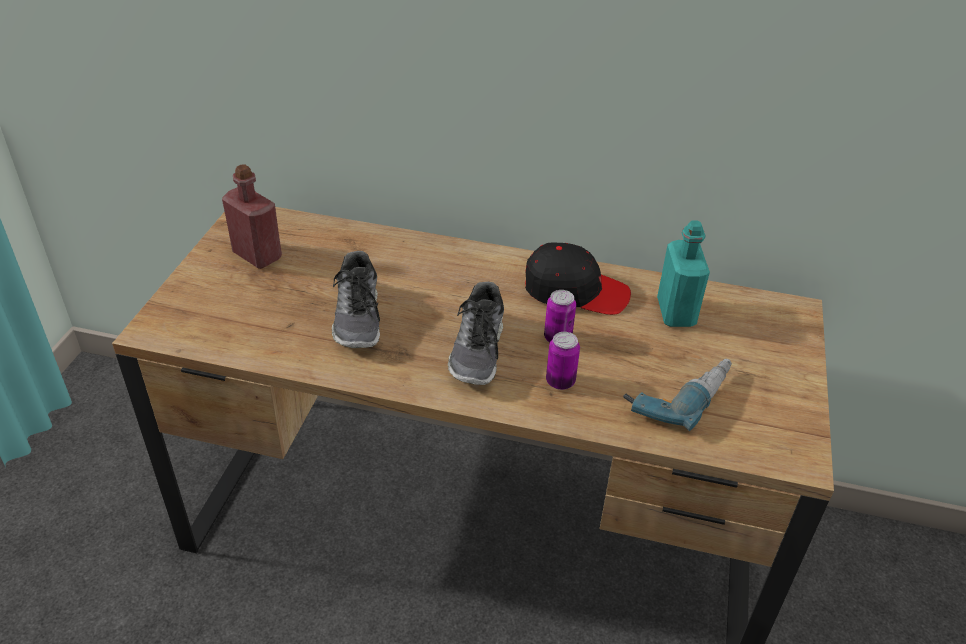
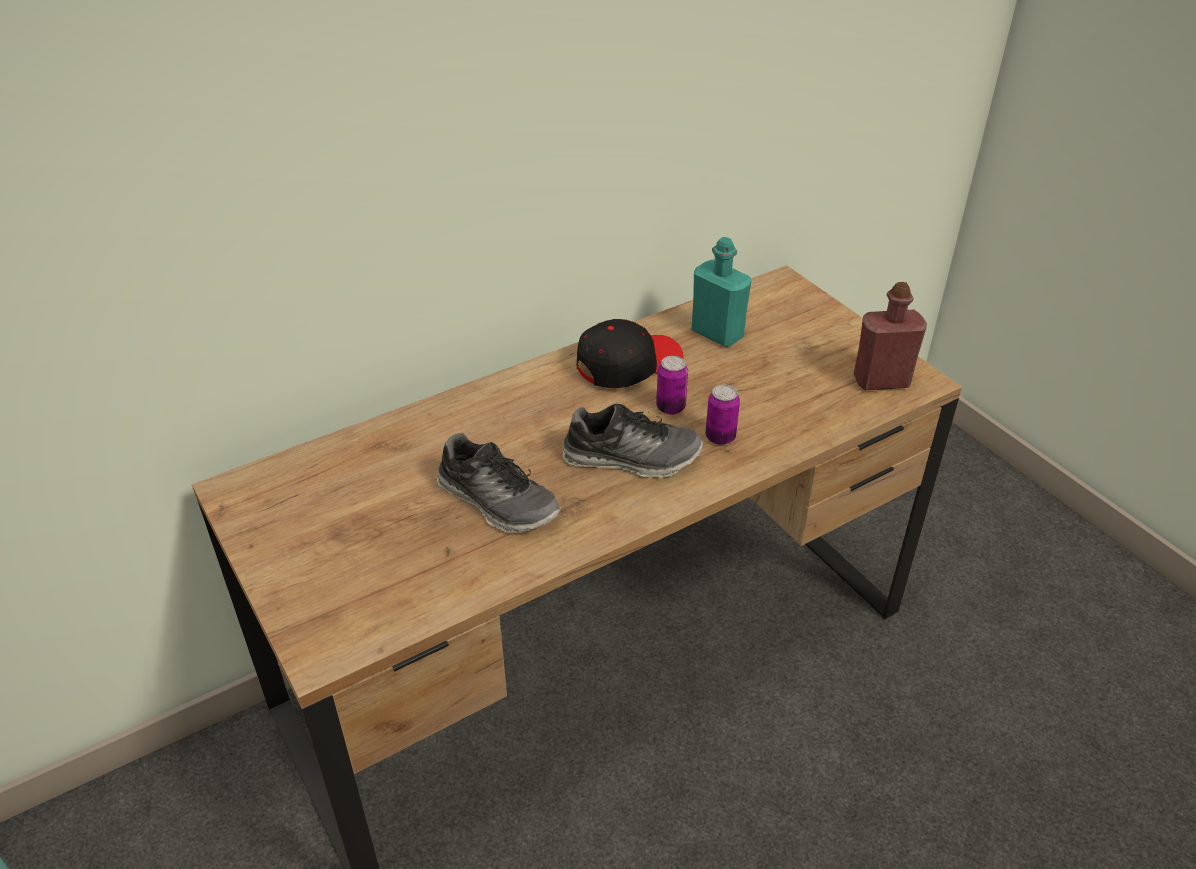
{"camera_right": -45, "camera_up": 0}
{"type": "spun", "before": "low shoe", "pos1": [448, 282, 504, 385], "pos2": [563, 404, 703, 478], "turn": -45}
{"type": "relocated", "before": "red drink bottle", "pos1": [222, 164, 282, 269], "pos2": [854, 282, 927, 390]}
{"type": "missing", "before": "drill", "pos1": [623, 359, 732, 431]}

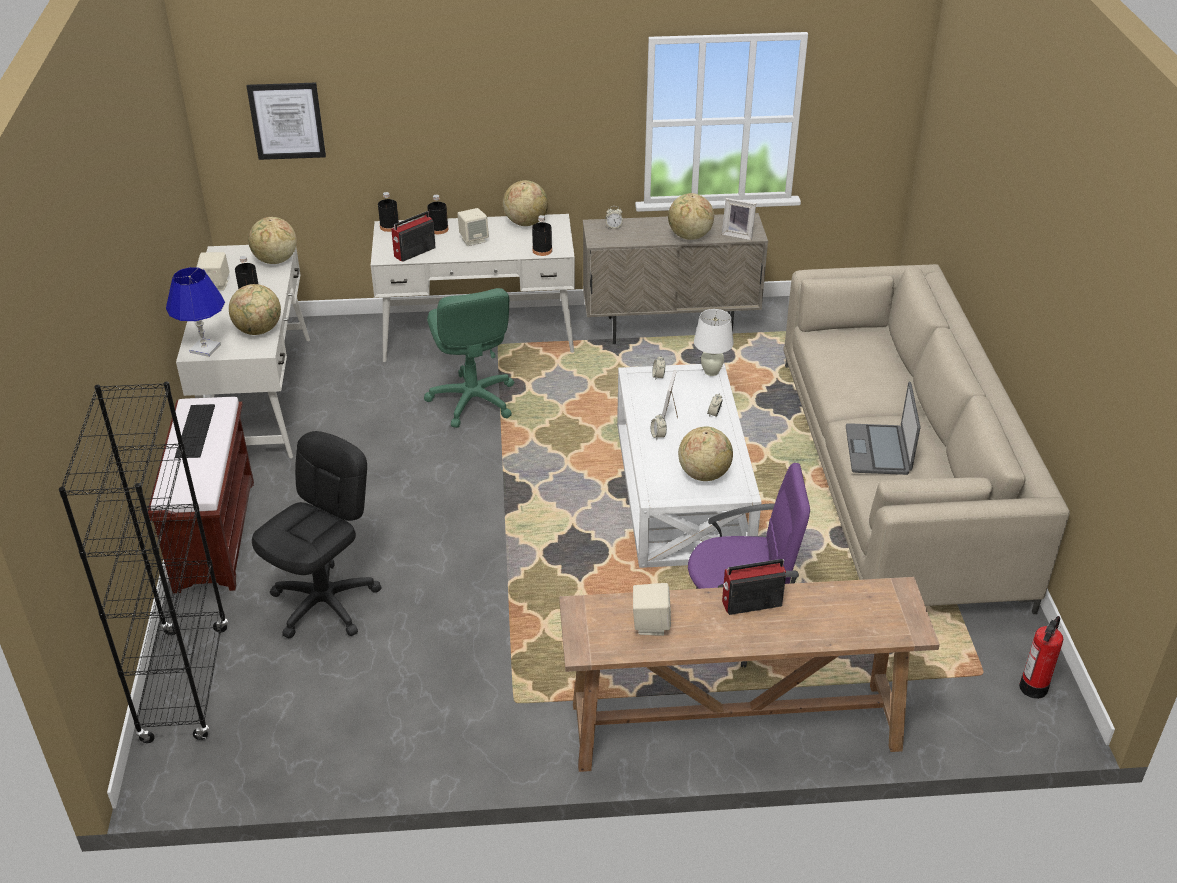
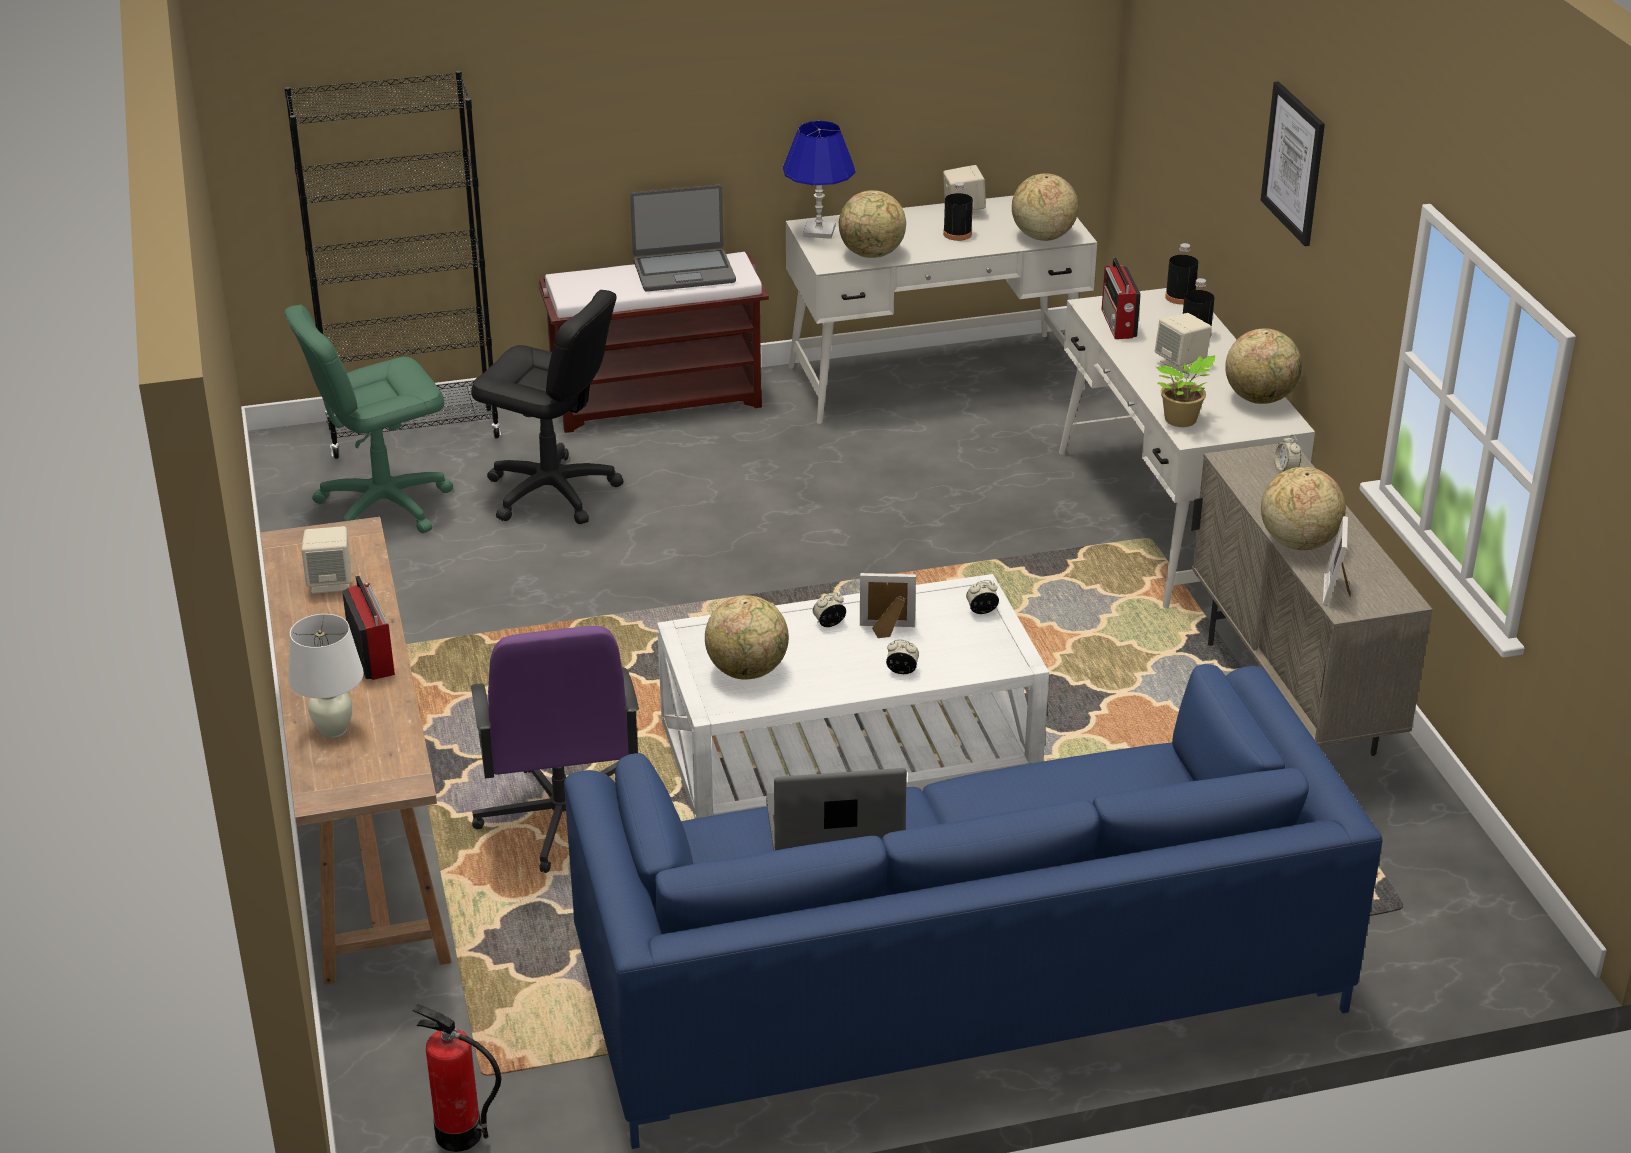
{"camera_right": 80, "camera_up": -5}
{"type": "relocated", "before": "green-coloured desk chair", "pos1": [424, 288, 514, 428], "pos2": [284, 305, 453, 533]}
{"type": "relocated", "before": "white tabletop lamp", "pos1": [694, 309, 734, 376], "pos2": [288, 614, 364, 738]}
{"type": "colour", "before": "beige-coloured couch", "after": "blue couch", "pos1": [783, 264, 1070, 614], "pos2": [564, 664, 1383, 1149]}
{"type": "exchanged", "before": "computer keyboard", "after": "portable computer", "pos1": [175, 404, 215, 458], "pos2": [630, 185, 736, 292]}
{"type": "spun", "before": "radio", "pos1": [391, 211, 436, 262], "pos2": [1101, 257, 1141, 339], "turn": -135}
{"type": "exchanged", "before": "black-coloured drink bottle", "after": "plant in a pot", "pos1": [532, 215, 552, 256], "pos2": [1156, 355, 1215, 427]}
{"type": "relocated", "before": "picture", "pos1": [246, 83, 326, 160], "pos2": [1261, 81, 1325, 246]}

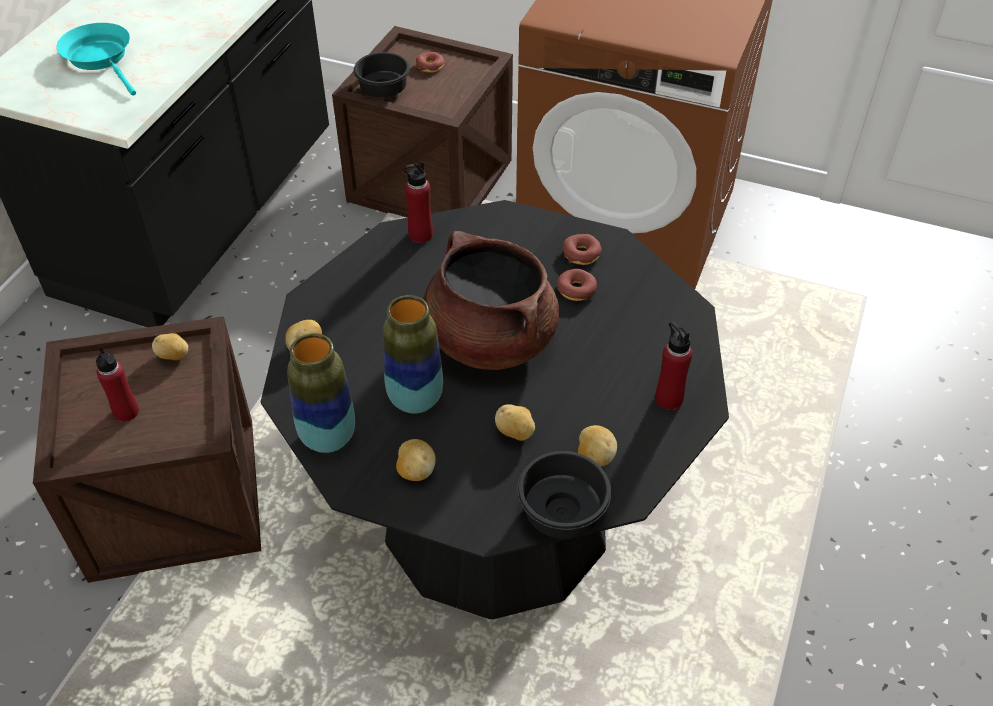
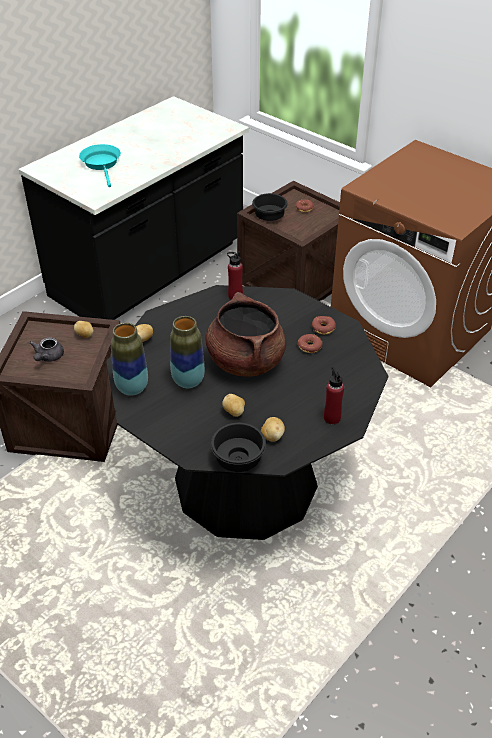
{"camera_right": 20, "camera_up": -5}
{"type": "exchanged", "before": "red drink bottle", "after": "gray teapot", "pos1": [96, 346, 139, 422], "pos2": [30, 337, 64, 362]}
{"type": "missing", "before": "whole potato", "pos1": [396, 439, 436, 481]}

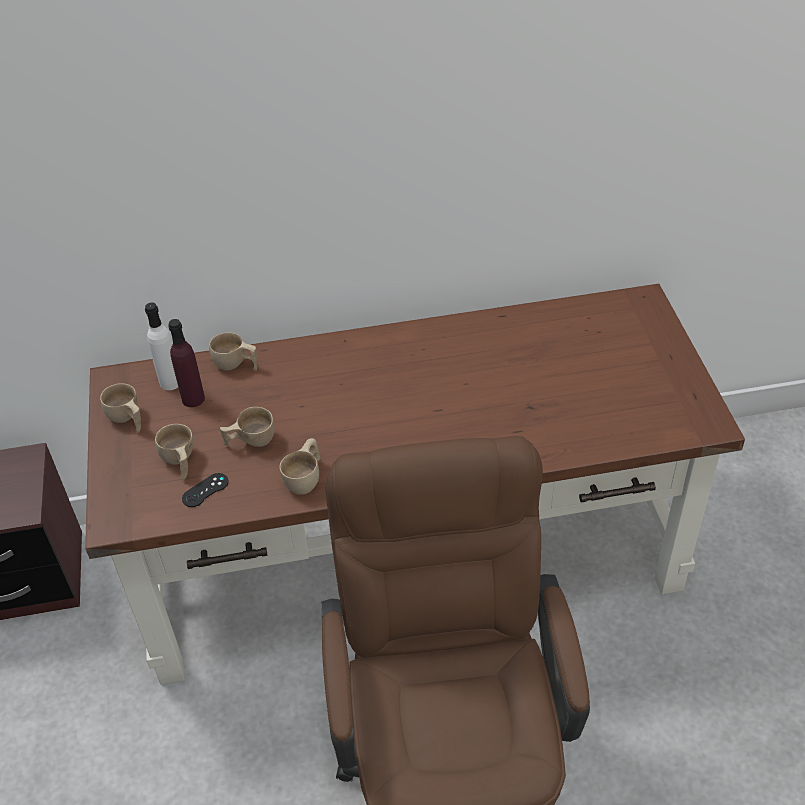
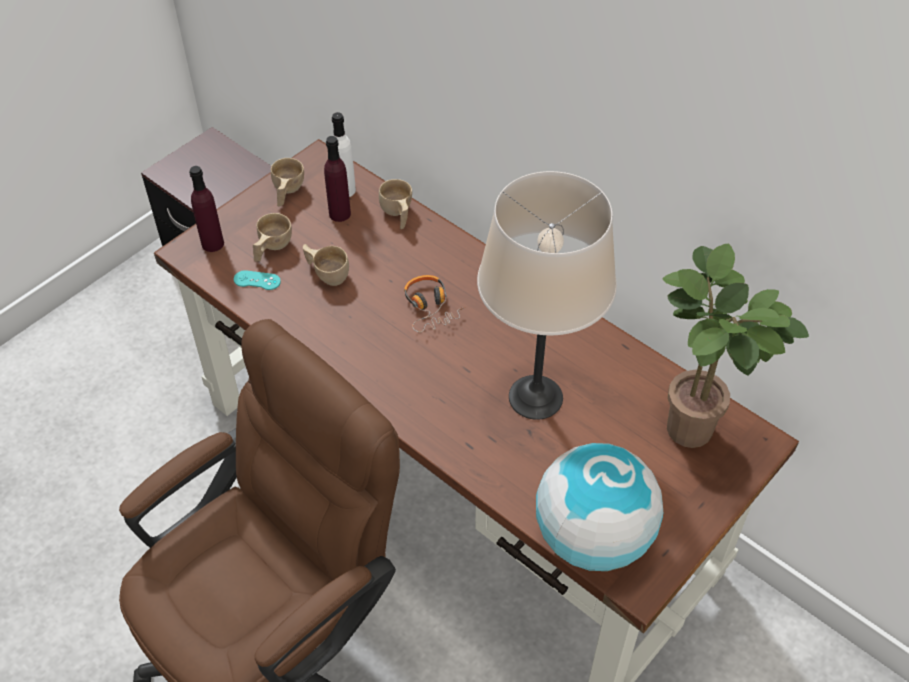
{"camera_right": 50, "camera_up": 5}
{"type": "appeared", "after": "purple drink bottle", "pos2": [189, 166, 224, 252]}
{"type": "colour", "before": "black-coloured game controller", "after": "turquoise-coloured game controller", "pos1": [182, 473, 229, 507], "pos2": [234, 270, 281, 290]}
{"type": "appeared", "after": "headphones", "pos2": [404, 275, 466, 332]}
{"type": "appeared", "after": "beige-coloured tabletop lamp", "pos2": [477, 171, 617, 420]}
{"type": "appeared", "after": "desk globe", "pos2": [536, 443, 663, 571]}
{"type": "appeared", "after": "plant in a pot", "pos2": [662, 243, 809, 448]}
{"type": "missing", "before": "beige-coloured small cup", "pos1": [280, 438, 321, 495]}

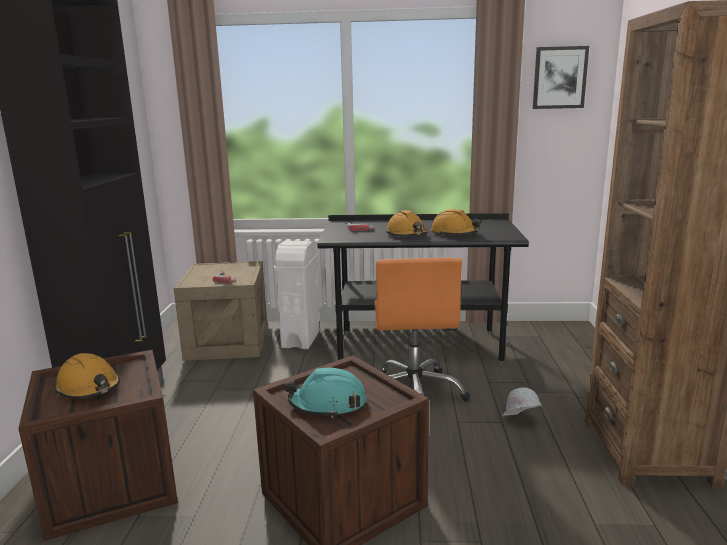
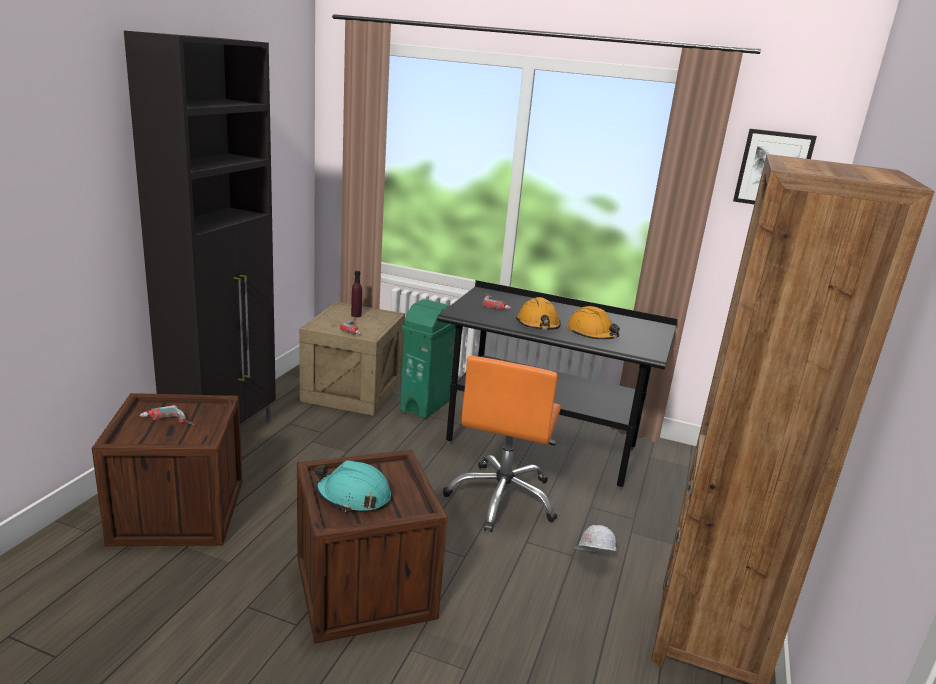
{"camera_right": 15, "camera_up": 5}
{"type": "exchanged", "before": "orange-coloured hard hat", "after": "drill", "pos1": [55, 353, 120, 399], "pos2": [140, 405, 194, 426]}
{"type": "appeared", "after": "purple drink bottle", "pos2": [351, 271, 362, 317]}
{"type": "colour", "before": "white rubbish bin", "after": "green-coloured rubbish bin", "pos1": [273, 241, 320, 349], "pos2": [400, 299, 455, 419]}

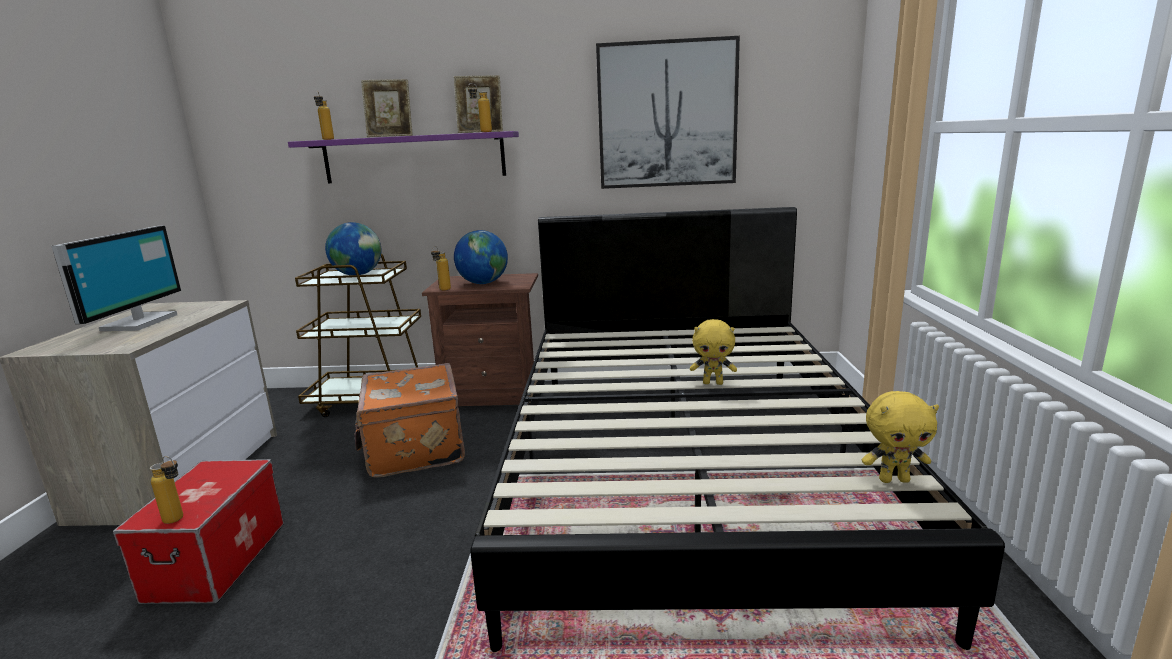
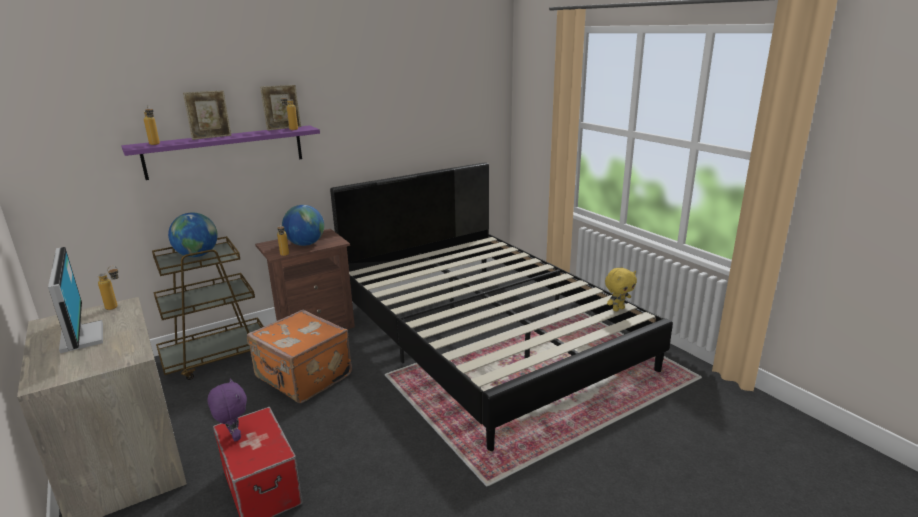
{"camera_right": -35, "camera_up": 5}
{"type": "relocated", "before": "drink bottle", "pos1": [150, 456, 183, 524], "pos2": [97, 266, 119, 310]}
{"type": "appeared", "after": "purple cuddly toy", "pos2": [207, 378, 247, 441]}
{"type": "missing", "before": "picture", "pos1": [596, 36, 740, 189]}
{"type": "missing", "before": "yellow-coloured cuddly toy", "pos1": [690, 319, 737, 385]}

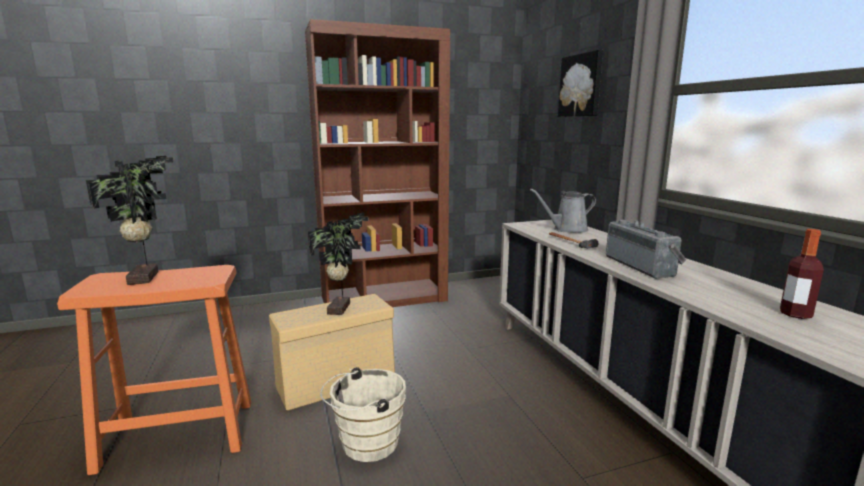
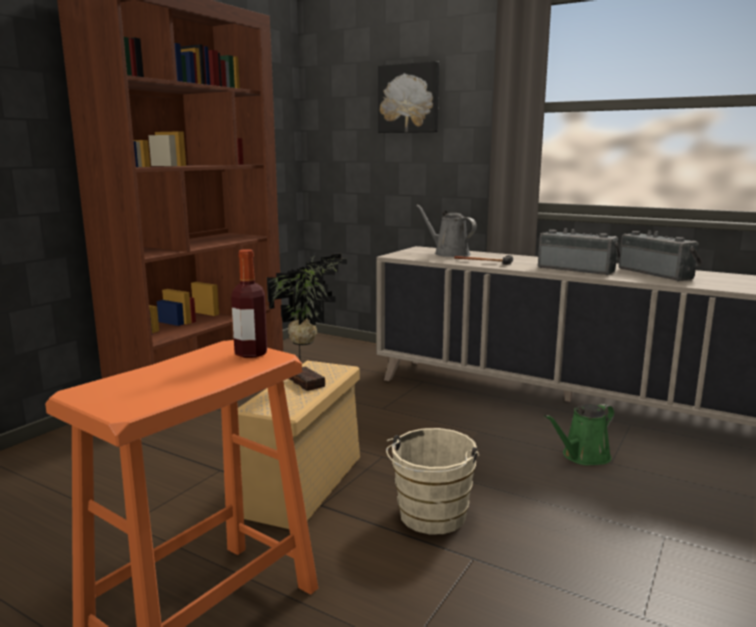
{"camera_right": -40, "camera_up": 0}
{"type": "relocated", "before": "drink bottle", "pos1": [780, 229, 824, 319], "pos2": [231, 249, 267, 358]}
{"type": "spun", "before": "gray watering pot", "pos1": [530, 189, 596, 233], "pos2": [416, 205, 477, 257], "turn": 105}
{"type": "appeared", "after": "green-coloured watering pot", "pos2": [544, 403, 615, 466]}
{"type": "appeared", "after": "radio", "pos2": [619, 231, 703, 281]}
{"type": "missing", "before": "plant in a pot", "pos1": [86, 156, 174, 285]}

